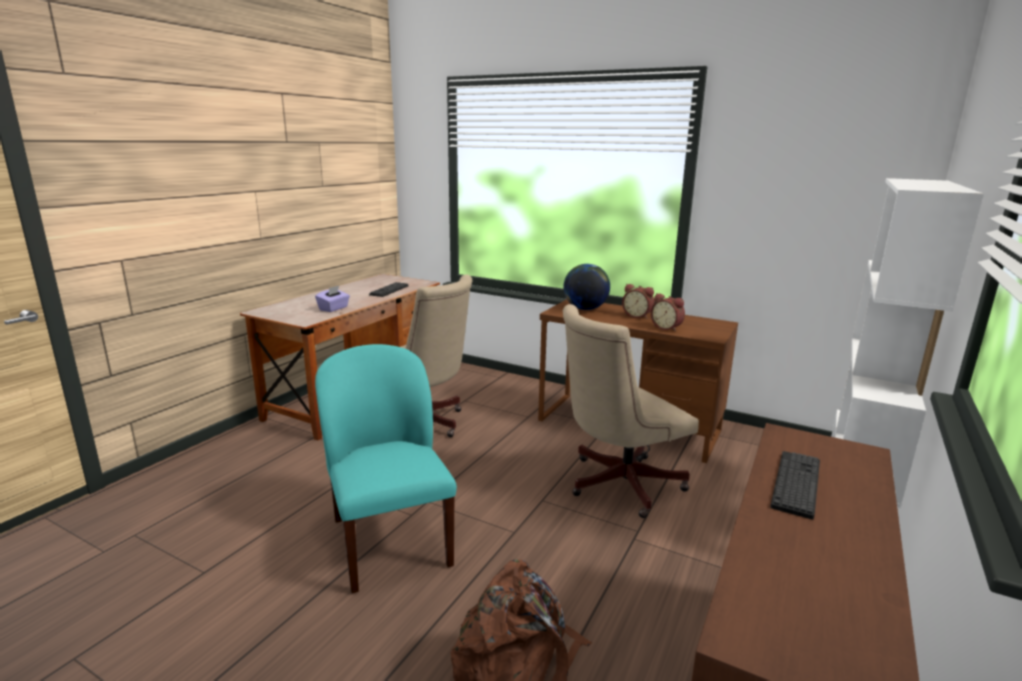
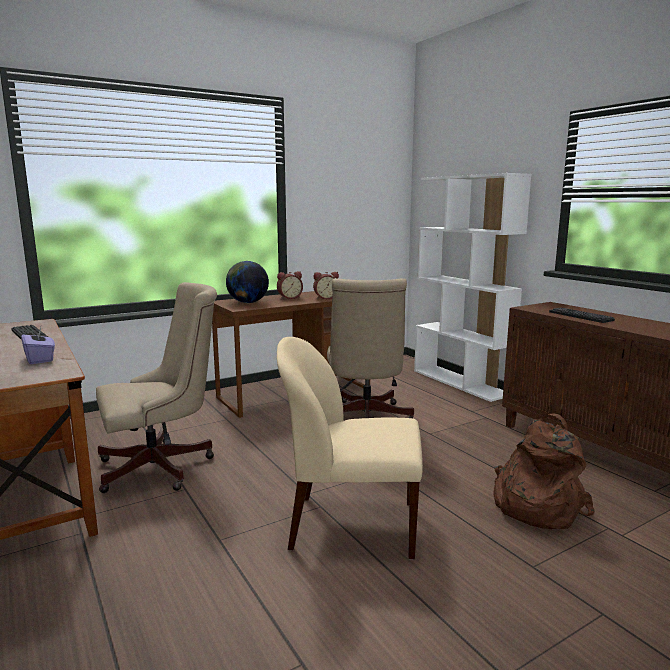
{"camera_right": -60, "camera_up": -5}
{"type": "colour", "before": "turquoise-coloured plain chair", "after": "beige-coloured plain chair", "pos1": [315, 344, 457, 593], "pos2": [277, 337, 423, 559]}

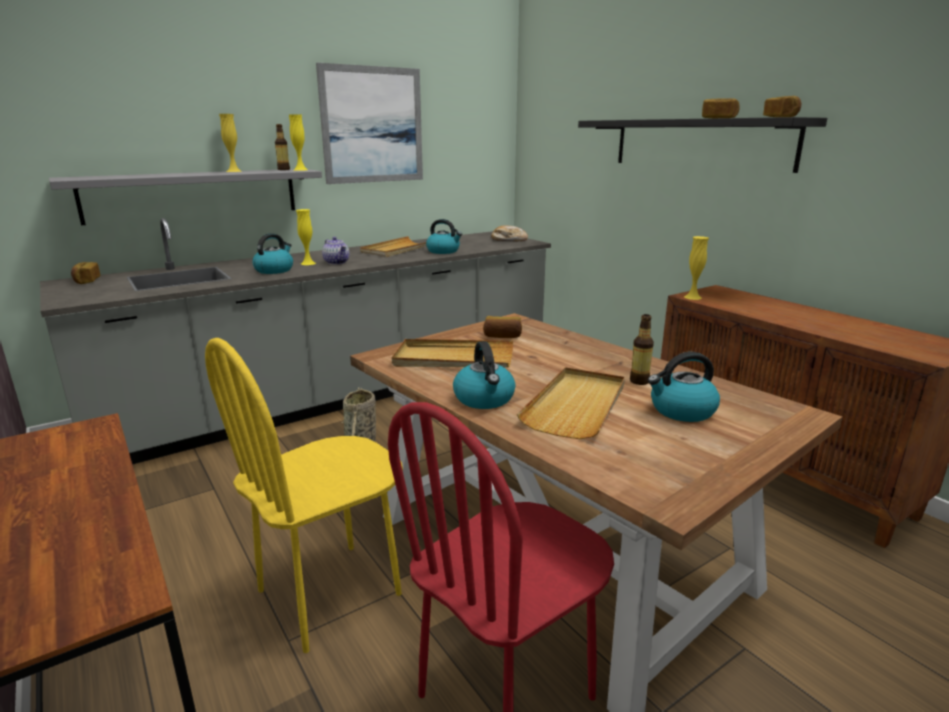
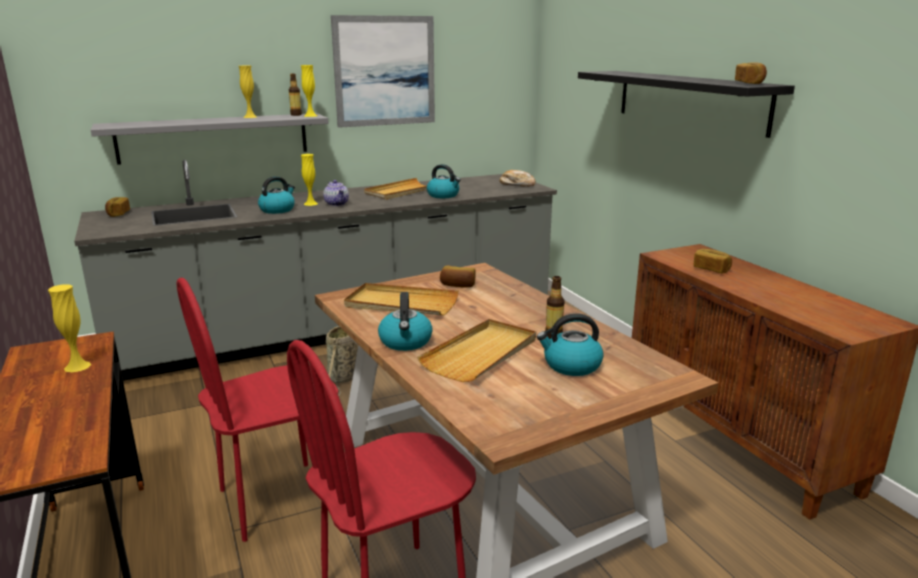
{"camera_right": 10, "camera_up": 0}
{"type": "relocated", "before": "yellow-coloured decorative vase", "pos1": [684, 236, 709, 300], "pos2": [48, 284, 91, 372]}
{"type": "colour", "before": "yellow-coloured plain chair", "after": "red plain chair", "pos1": [205, 338, 403, 653], "pos2": [176, 278, 338, 542]}
{"type": "relocated", "before": "bakery bread", "pos1": [702, 98, 740, 118], "pos2": [693, 249, 732, 273]}

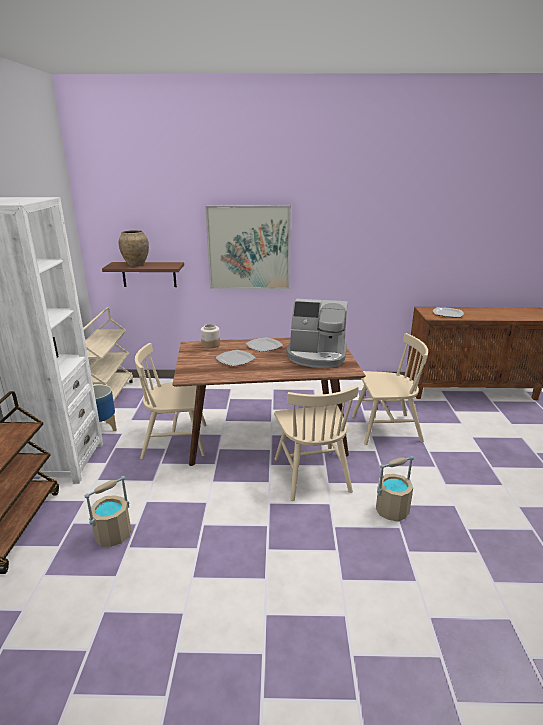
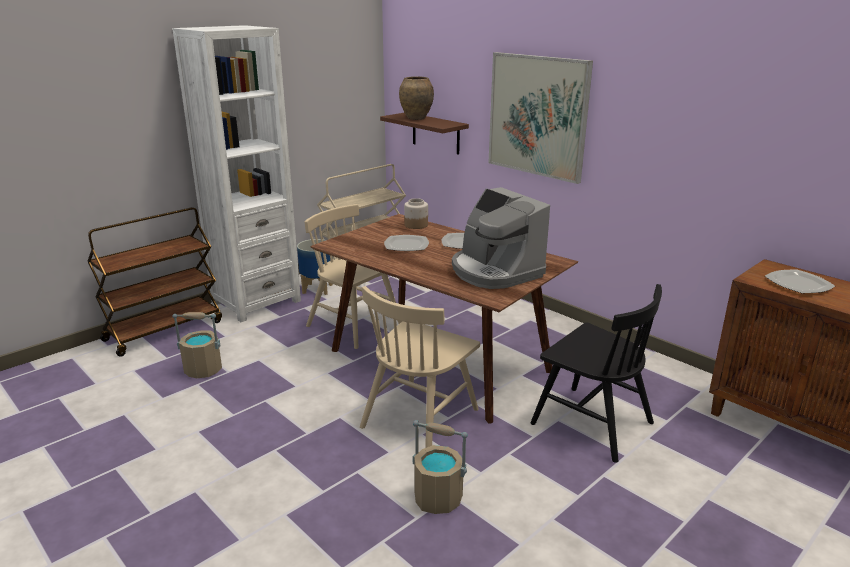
{"camera_right": 45, "camera_up": 0}
{"type": "colour", "before": "beige-coloured plain chair", "after": "black-coloured plain chair", "pos1": [352, 333, 428, 445], "pos2": [530, 284, 662, 463]}

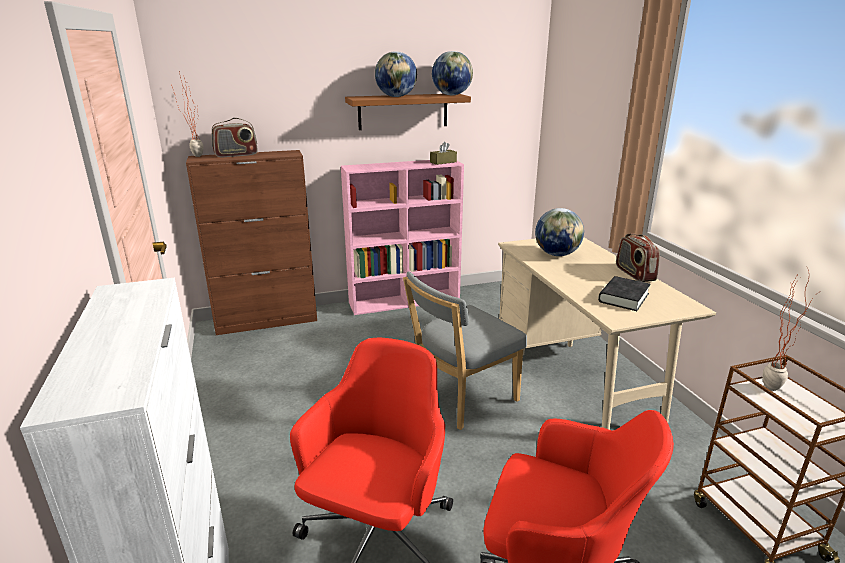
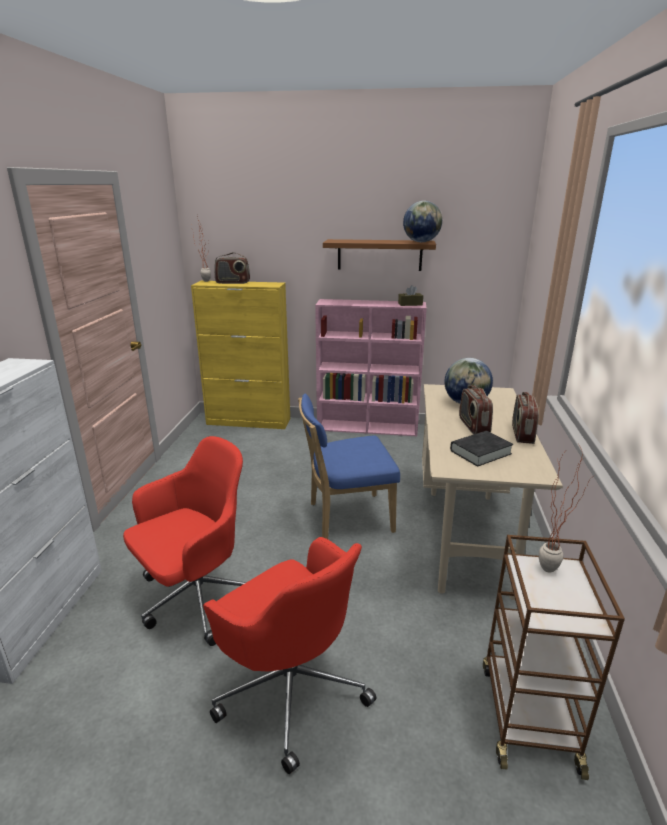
{"camera_right": 25, "camera_up": 0}
{"type": "colour", "before": "brown-coloured storage cabinet", "after": "yellow-coloured storage cabinet", "pos1": [186, 150, 317, 335], "pos2": [191, 281, 290, 429]}
{"type": "colour", "before": "gray plain chair", "after": "blue plain chair", "pos1": [403, 271, 527, 430], "pos2": [298, 394, 400, 539]}
{"type": "appeared", "after": "radio", "pos2": [459, 385, 493, 435]}
{"type": "missing", "before": "desk globe", "pos1": [375, 51, 417, 97]}

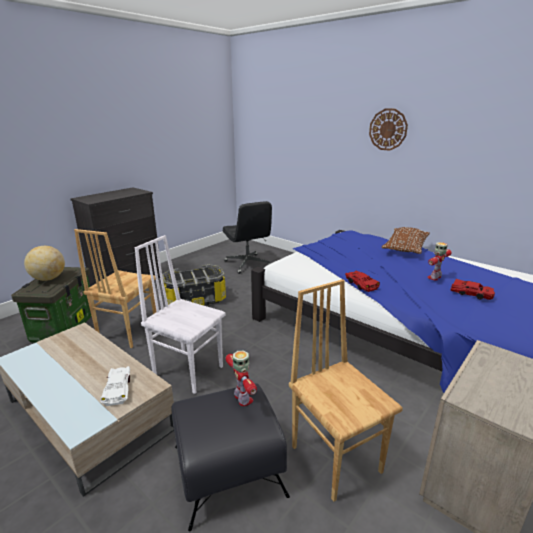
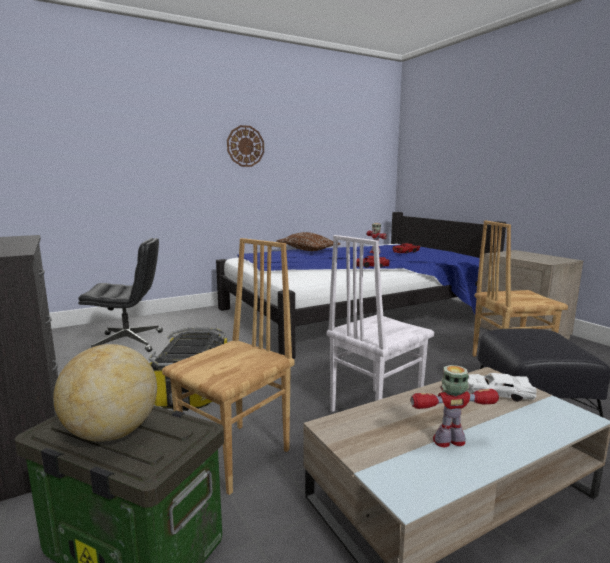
{"camera_right": -70, "camera_up": -10}
{"type": "spun", "before": "brown-coloured plain chair", "pos1": [74, 229, 156, 348], "pos2": [162, 238, 295, 495], "turn": -90}
{"type": "relocated", "before": "toy robot", "pos1": [226, 351, 257, 406], "pos2": [411, 365, 499, 447]}

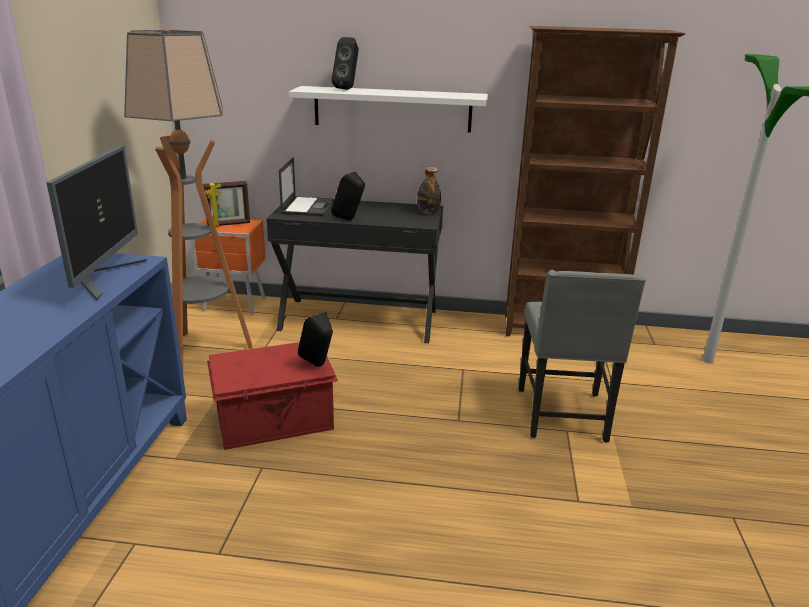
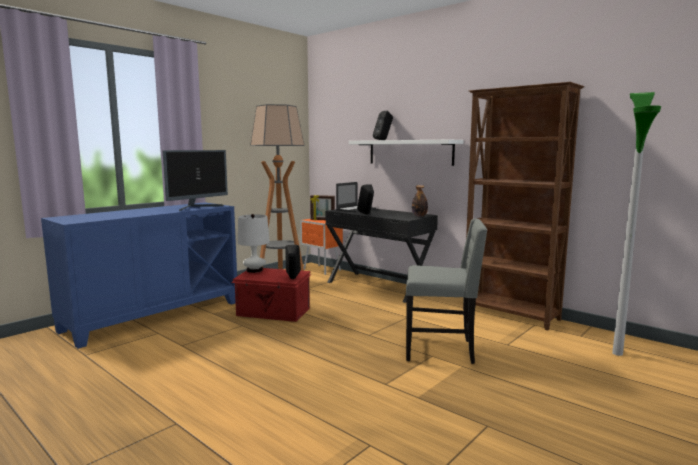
{"camera_right": 35, "camera_up": -15}
{"type": "appeared", "after": "white tabletop lamp", "pos2": [238, 214, 270, 273]}
{"type": "spun", "before": "gray plain chair", "pos1": [519, 270, 646, 443], "pos2": [406, 219, 487, 364], "turn": -120}

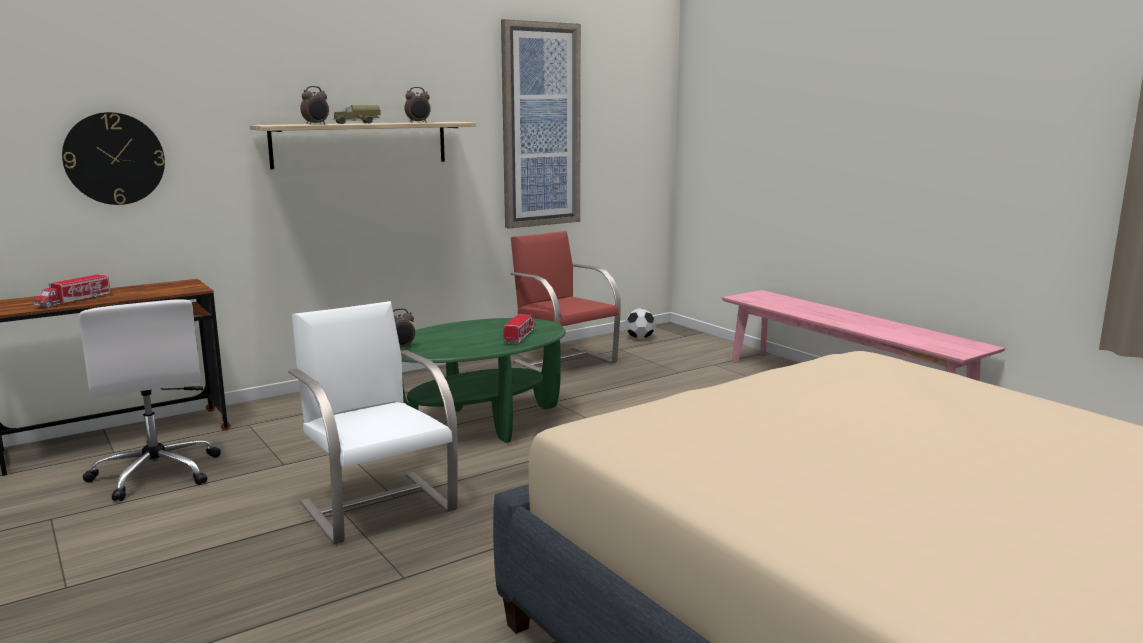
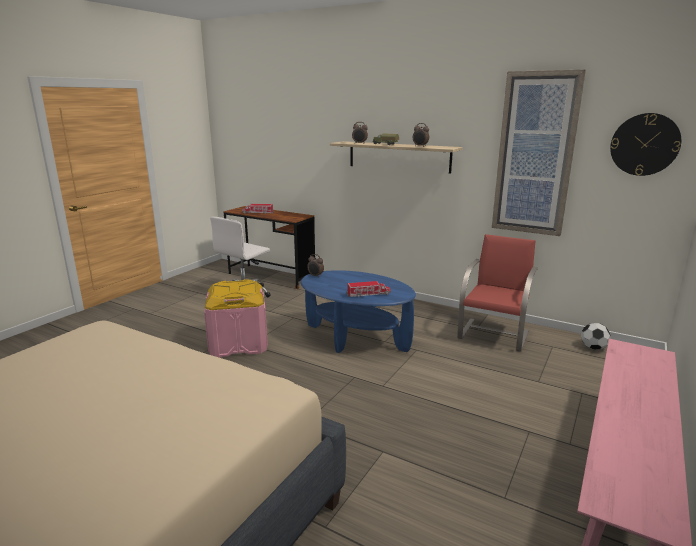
{"camera_right": 65, "camera_up": 5}
{"type": "exchanged", "before": "white plain chair", "after": "pink-coloured storage box", "pos1": [288, 301, 457, 545], "pos2": [204, 279, 268, 357]}
{"type": "colour", "before": "green-coloured low table", "after": "blue low table", "pos1": [400, 318, 566, 443], "pos2": [301, 270, 416, 353]}
{"type": "relocated", "before": "clock on the wall", "pos1": [62, 112, 165, 205], "pos2": [610, 113, 681, 176]}

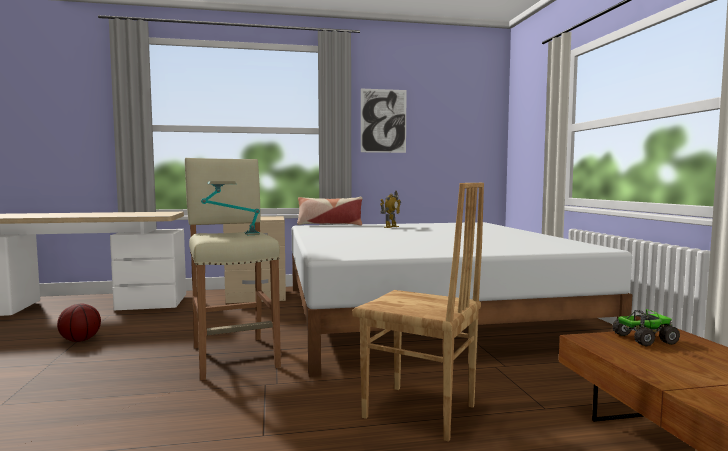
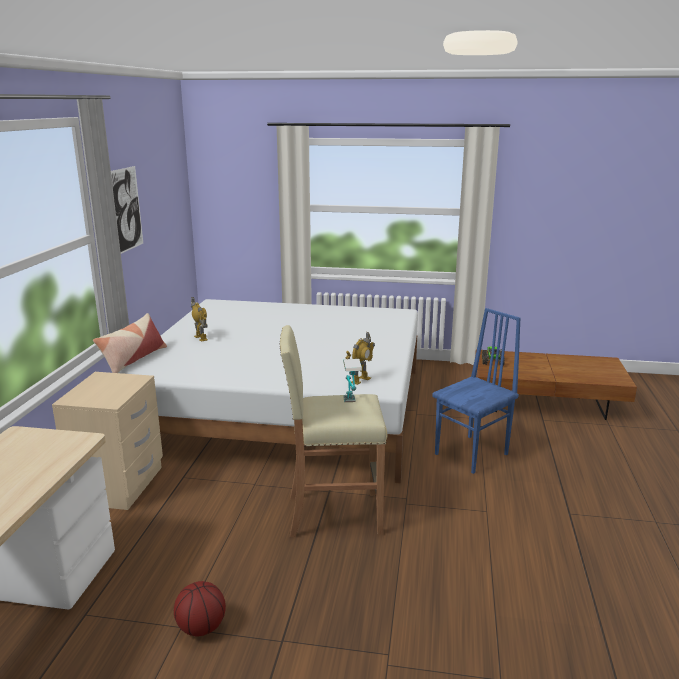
{"camera_right": -70, "camera_up": 15}
{"type": "appeared", "after": "toy robot", "pos2": [345, 332, 375, 385]}
{"type": "colour", "before": "brown-coloured plain chair", "after": "blue plain chair", "pos1": [352, 183, 484, 442], "pos2": [432, 308, 521, 474]}

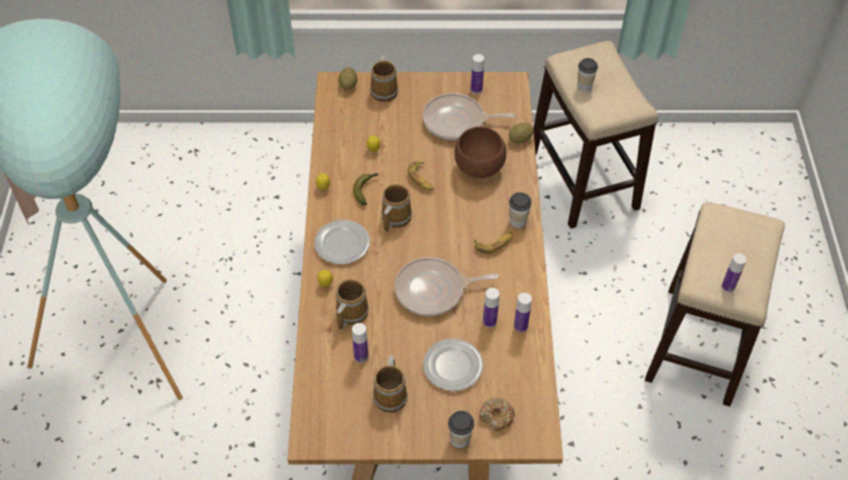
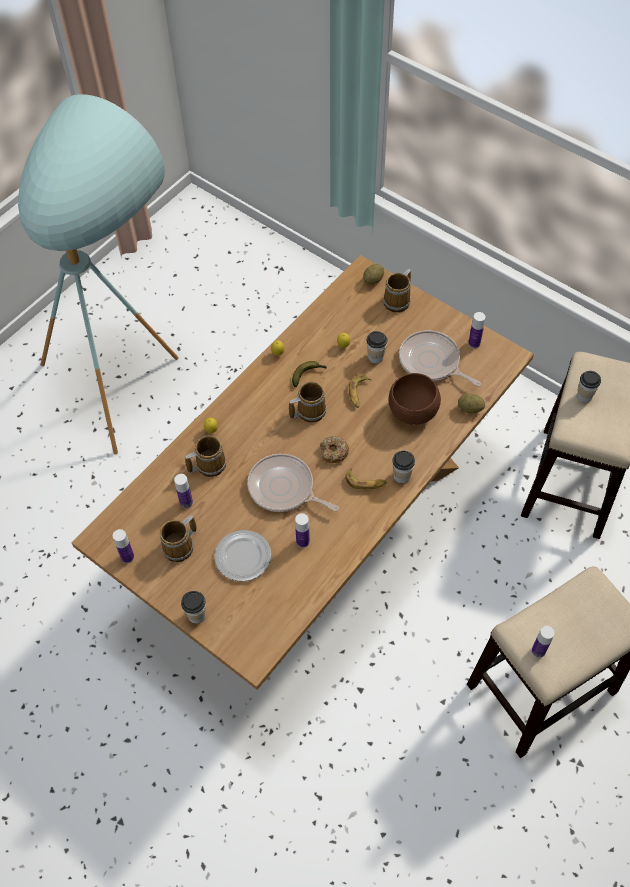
{"camera_right": 40, "camera_up": 5}
{"type": "relocated", "before": "drink bottle", "pos1": [514, 293, 532, 332], "pos2": [113, 529, 134, 563]}
{"type": "relocated", "before": "donut", "pos1": [479, 398, 515, 431], "pos2": [320, 436, 349, 463]}
{"type": "appeared", "after": "small cup", "pos2": [367, 331, 387, 364]}
{"type": "missing", "before": "dinner plate", "pos1": [314, 220, 370, 265]}

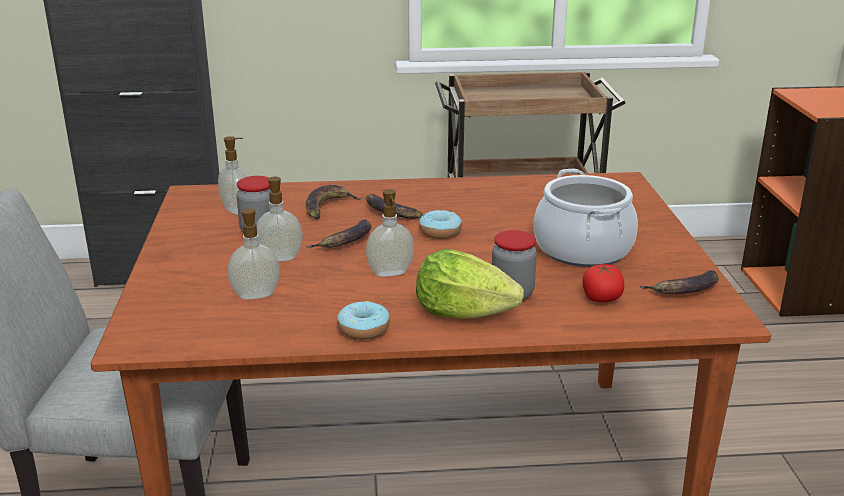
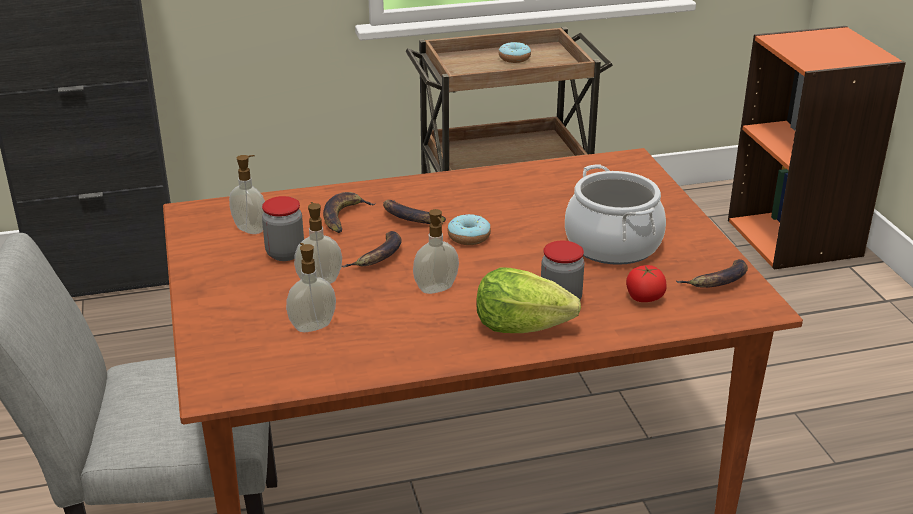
{"camera_right": -10, "camera_up": 5}
{"type": "relocated", "before": "donut", "pos1": [337, 301, 390, 340], "pos2": [499, 42, 531, 63]}

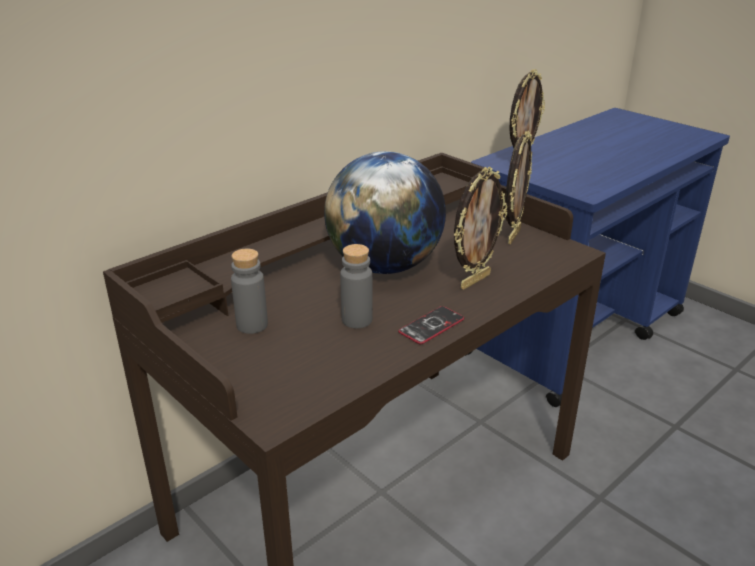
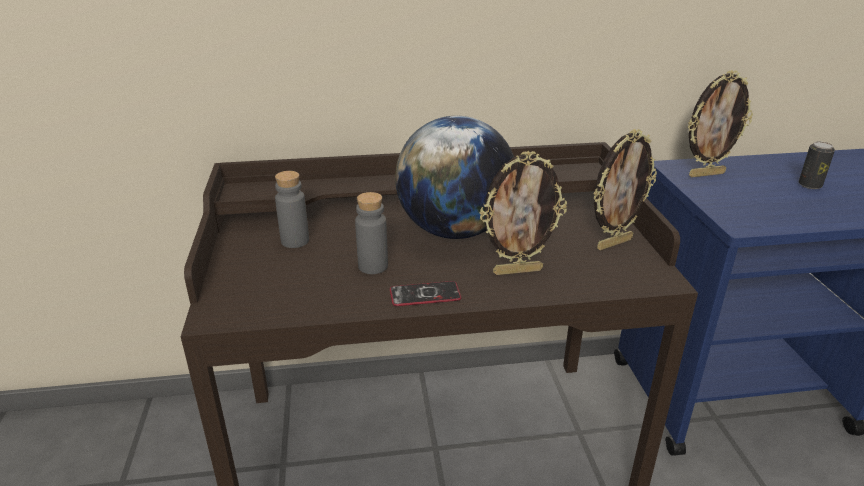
{"camera_right": 35, "camera_up": 0}
{"type": "appeared", "after": "metal can", "pos2": [799, 141, 835, 189]}

